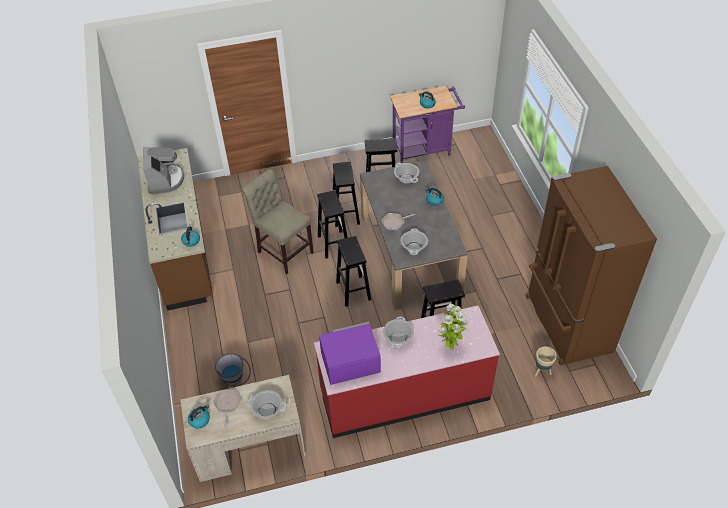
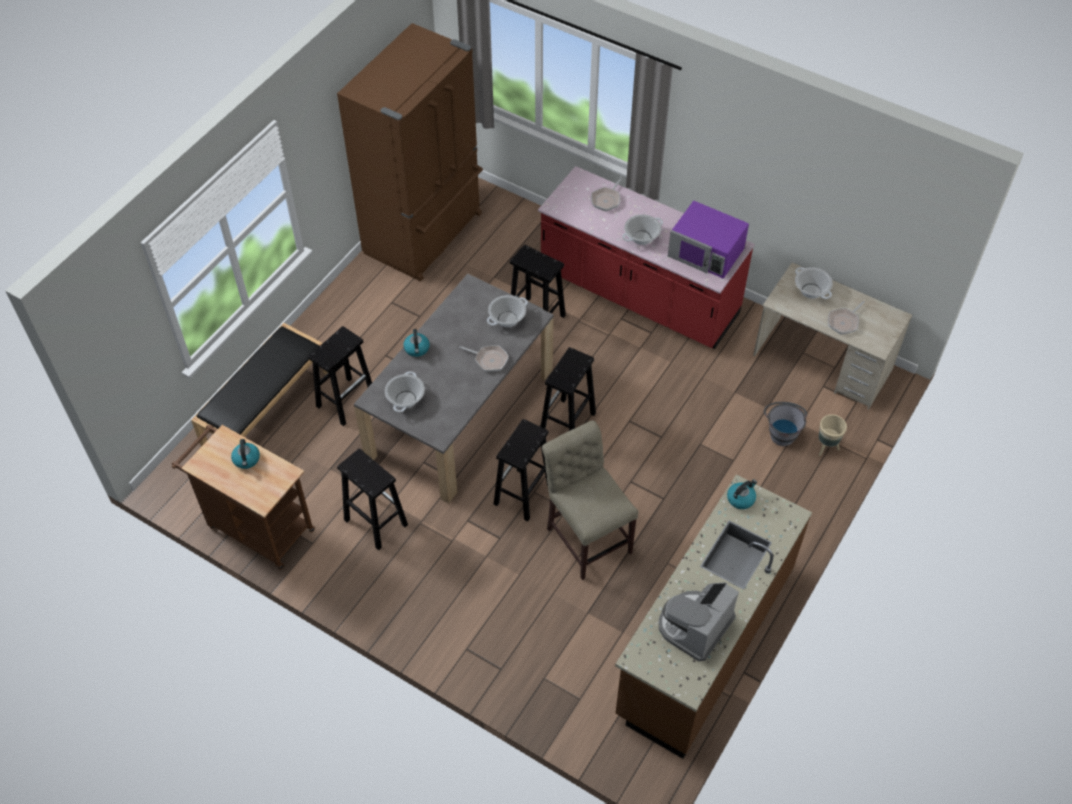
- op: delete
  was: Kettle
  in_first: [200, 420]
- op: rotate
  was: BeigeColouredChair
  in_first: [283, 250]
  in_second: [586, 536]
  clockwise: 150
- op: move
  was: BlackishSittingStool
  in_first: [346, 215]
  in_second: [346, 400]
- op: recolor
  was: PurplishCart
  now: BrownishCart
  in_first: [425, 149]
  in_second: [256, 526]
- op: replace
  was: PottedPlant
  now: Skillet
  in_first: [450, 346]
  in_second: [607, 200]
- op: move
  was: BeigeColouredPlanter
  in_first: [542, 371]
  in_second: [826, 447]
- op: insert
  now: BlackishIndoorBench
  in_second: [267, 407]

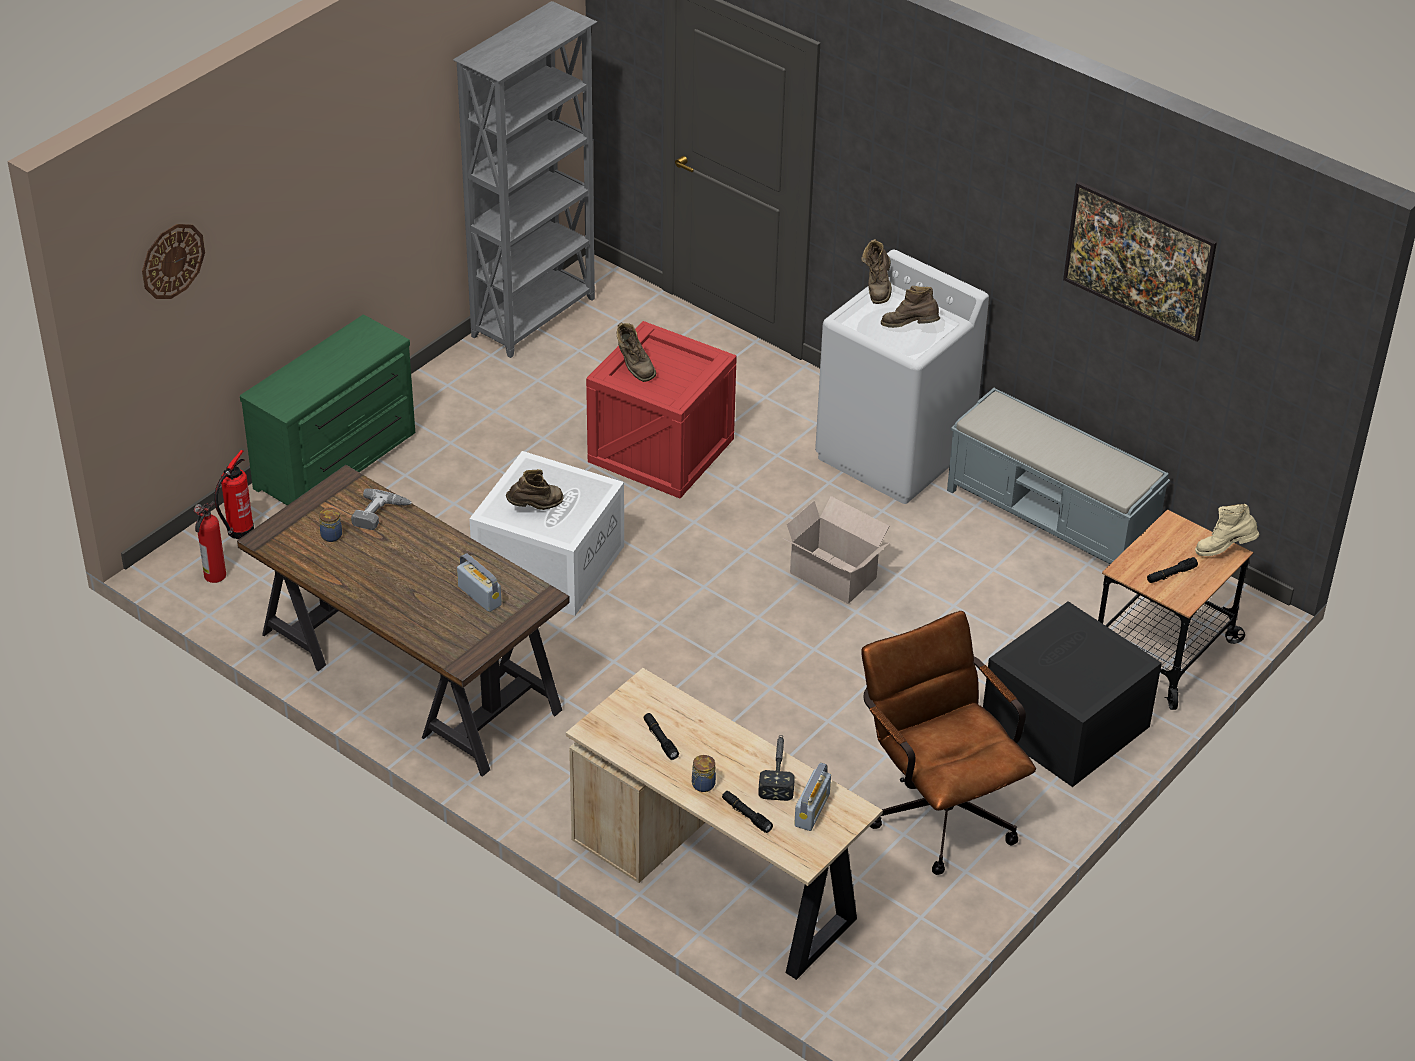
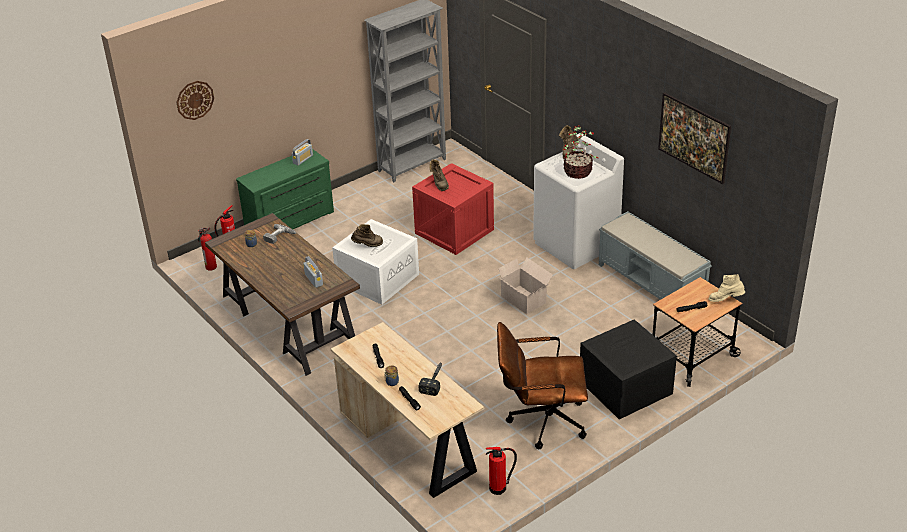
- op: move
  was: RadioReceiver
  in_first: [812, 810]
  in_second: [303, 159]
- op: rotate
  was: BrownishDeskChair
  in_first: [937, 808]
  in_second: [540, 421]
  clockwise: -75
- op: replace
  was: BrownishTallBoot
  now: PottedPlant
  in_first: [910, 328]
  in_second: [578, 172]
- op: insert
  now: FireExtinguisher
  in_second: [499, 488]

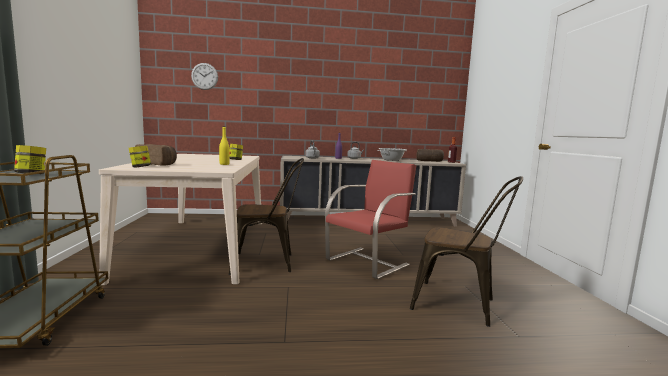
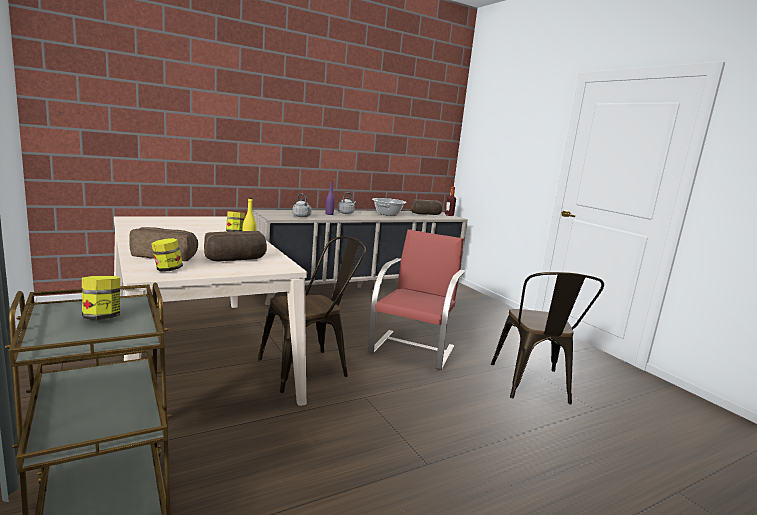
- op: delete
  was: HangingClock
  in_first: [204, 76]
- op: rotate
  was: BrownishChair
  in_first: [460, 305]
  in_second: [533, 386]
  clockwise: 90
- op: insert
  now: BakeryBread
  in_second: [236, 259]

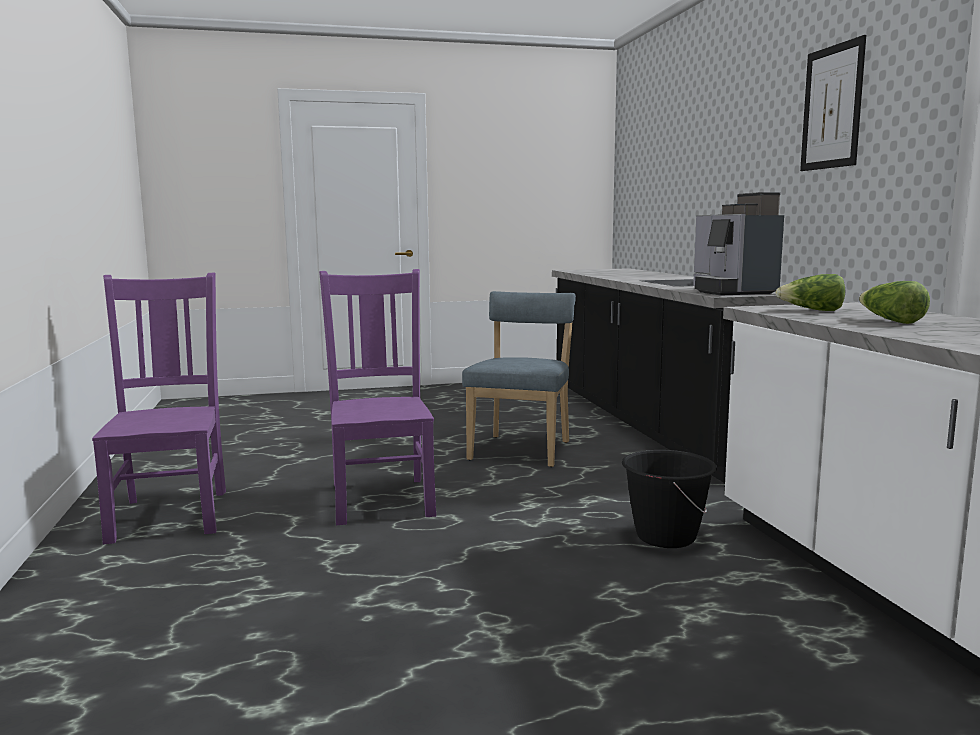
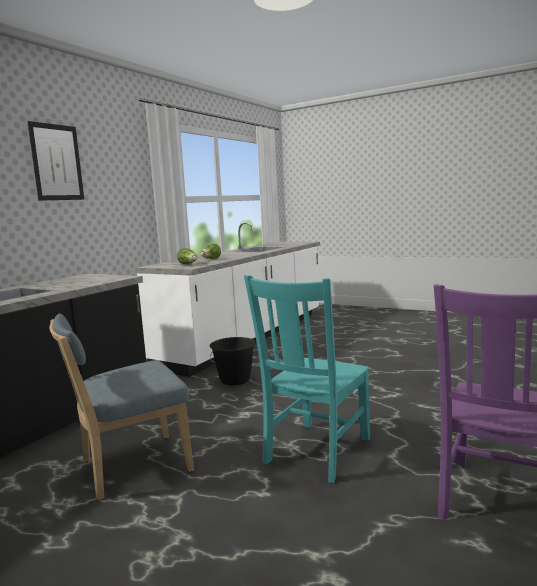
- op: recolor
  was: PurplishChair
  now: BlueGreenChair
  in_first: [382, 498]
  in_second: [315, 452]
- op: delete
  was: CoffeeMachine
  in_first: [731, 291]

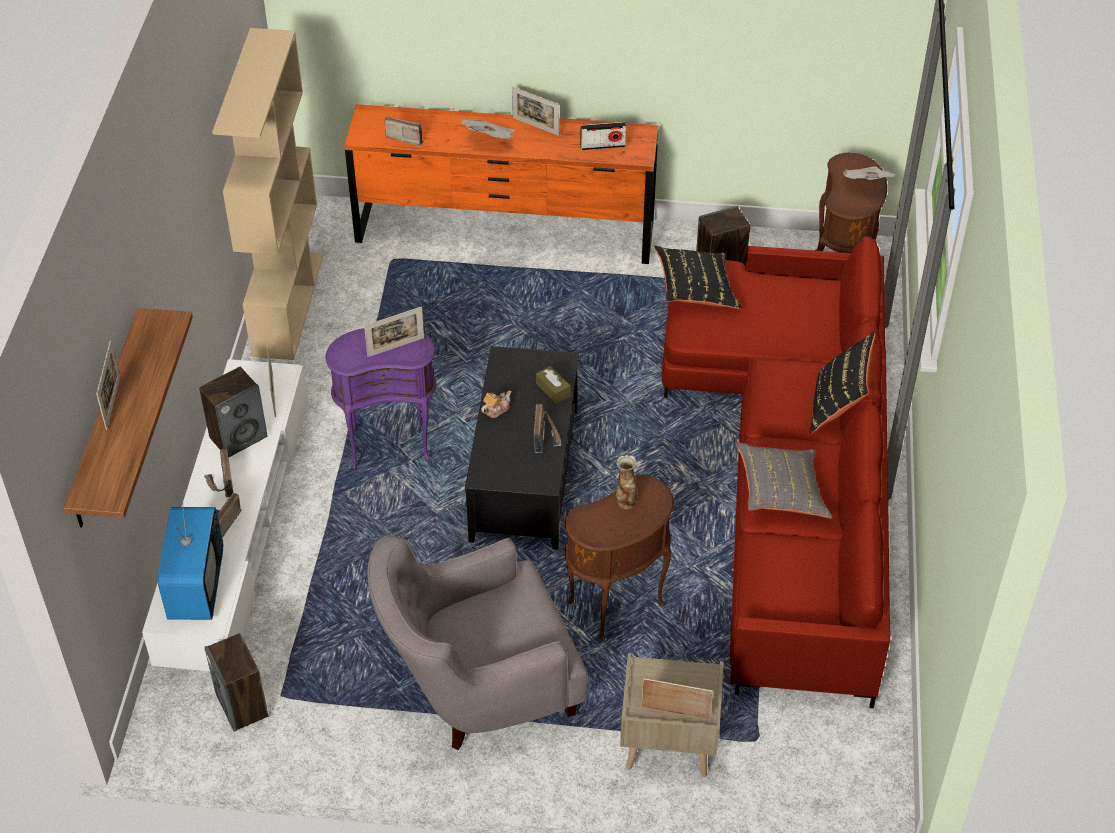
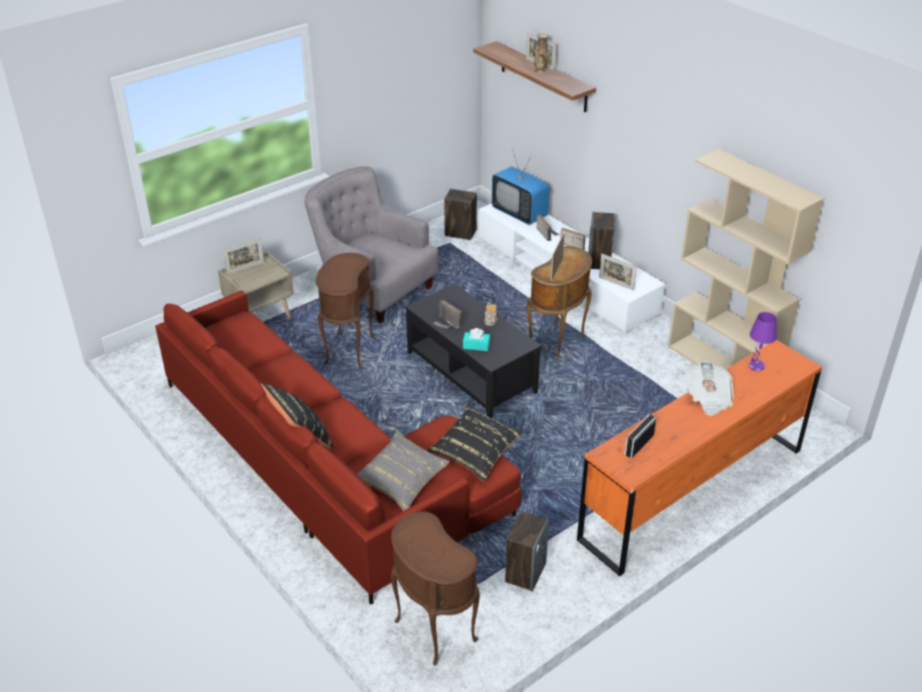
- op: recolor
  was: PurplishAccentTable
  now: BrownishAccentTable
  in_first: [389, 442]
  in_second: [558, 343]
- op: rotate
  was: GreyEasyChair
  in_first: [478, 687]
  in_second: [373, 289]
  clockwise: -75
- op: replace
  was: RadioReceiver
  now: PurplishTabletopLamp
  in_first: [405, 136]
  in_second: [756, 366]
- op: delete
  was: PhotoFrame
  in_first: [535, 126]
- op: recolor
  was: BrownishBoxOfTissues
  now: BlueGreenBoxOfTissues
  in_first: [553, 389]
  in_second: [476, 346]
- op: move
  was: Vase
  in_first: [625, 502]
  in_second: [540, 70]
- op: move
  was: GreyCushion
  in_first: [780, 492]
  in_second: [401, 481]
- op: delete
  was: Newspaper
  in_first: [867, 184]

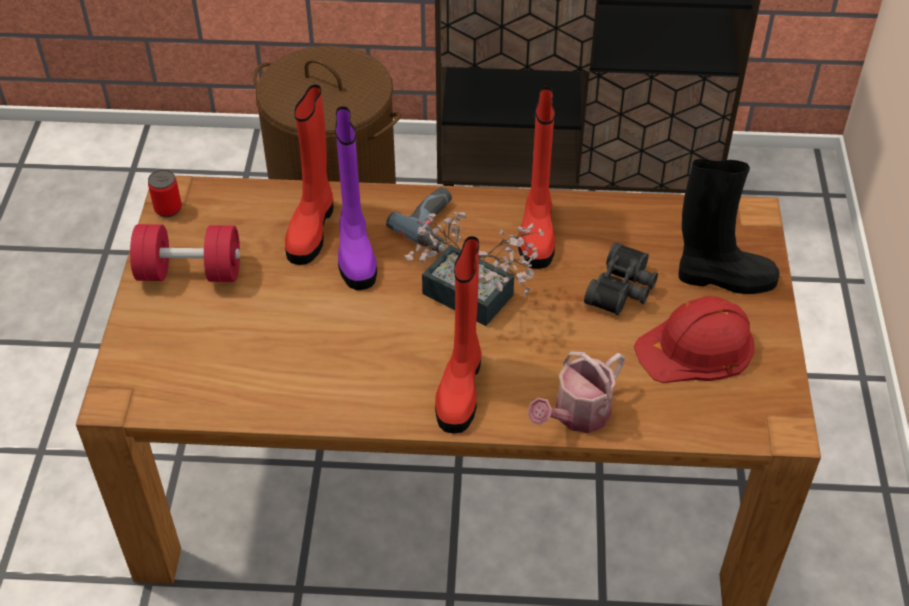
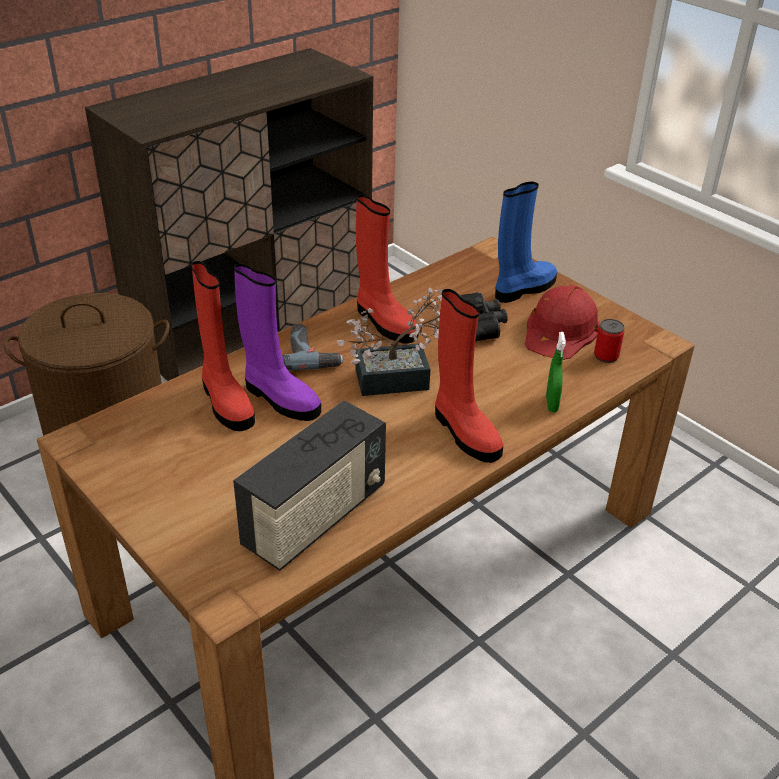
- op: delete
  was: RedColouredHandWeight
  in_first: [190, 272]
- op: move
  was: SealedCan
  in_first: [168, 208]
  in_second: [606, 356]
- op: replace
  was: WateringPot
  now: GreenColouredHandSprayer
  in_first: [576, 415]
  in_second: [551, 403]
- op: recolor
  was: BlackishTallBoot
  now: BluishTallBoot
  in_first: [723, 278]
  in_second: [523, 289]
- op: insert
  now: RadioReceiver
  in_second: [315, 518]

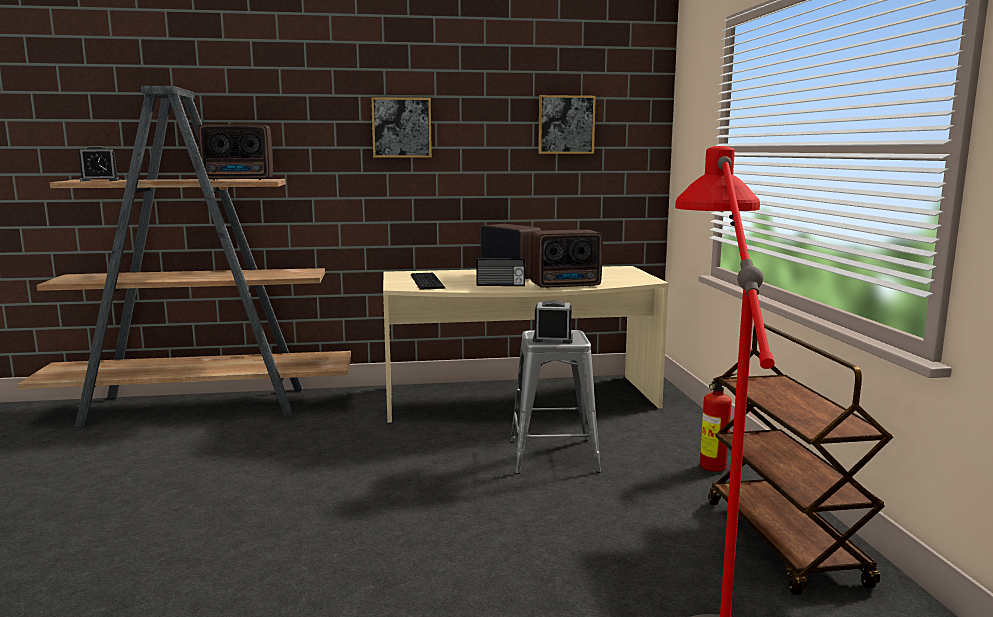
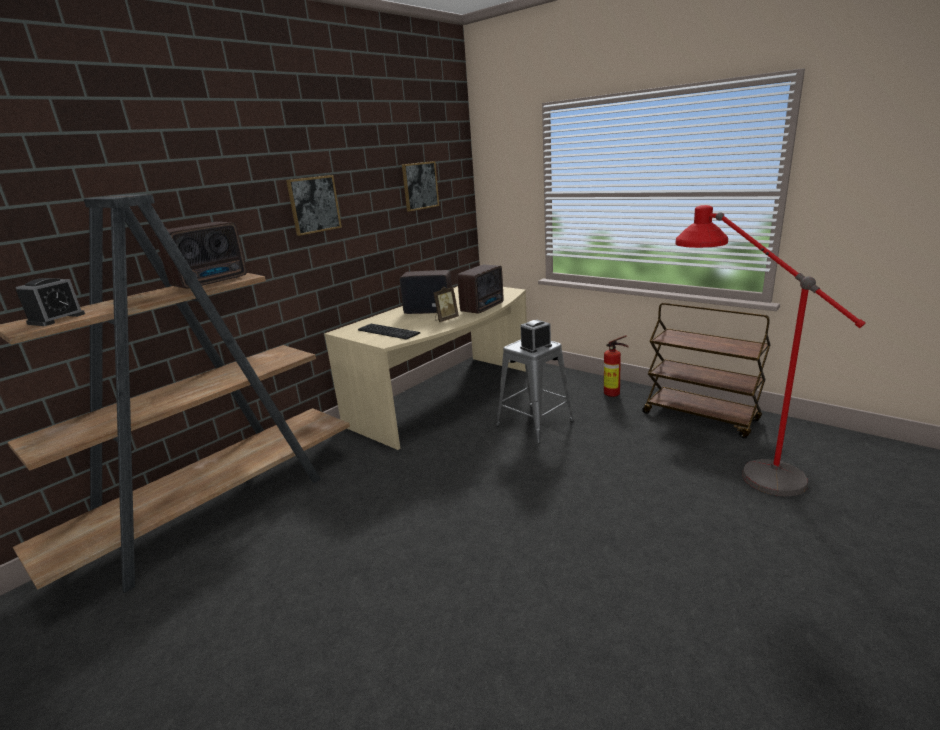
- op: replace
  was: RadioReceiver
  now: PhotoFrame
  in_first: [500, 285]
  in_second: [445, 319]

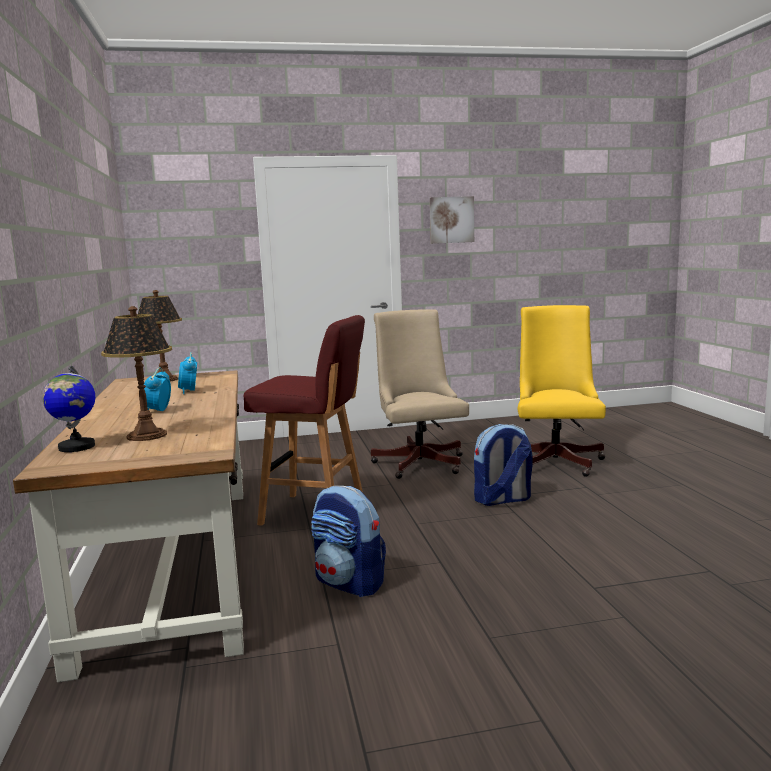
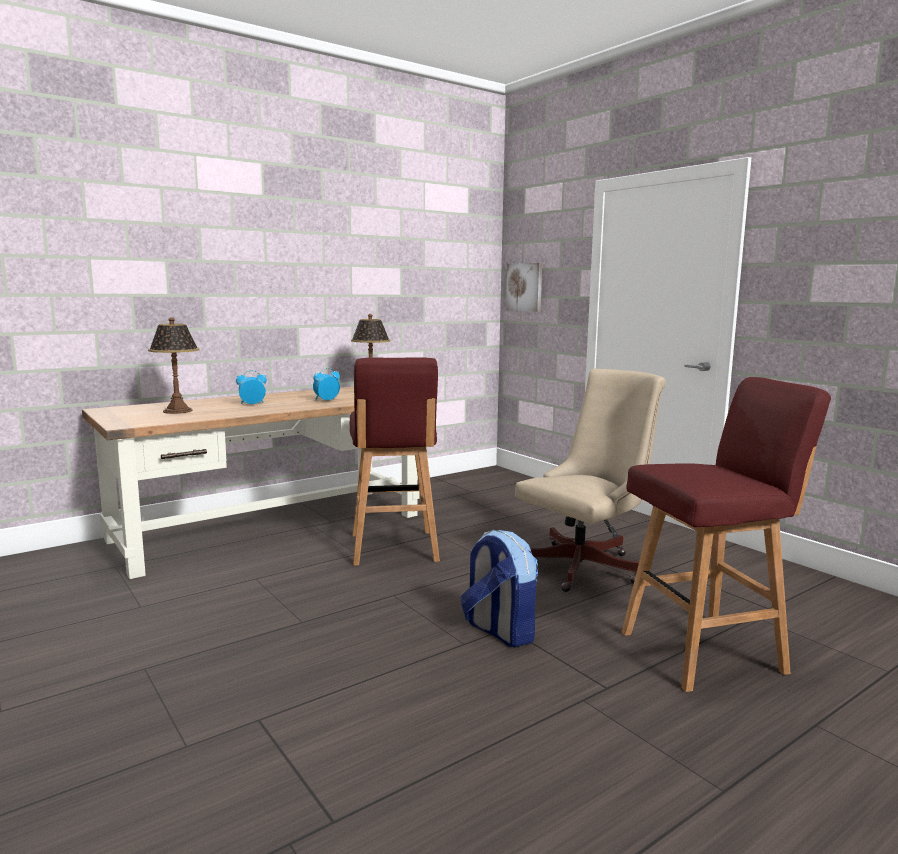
- op: delete
  was: DeskGlobe
  in_first: [76, 447]
- op: delete
  was: Knapsack
  in_first: [350, 583]
- op: move
  was: Picture
  in_first: [451, 220]
  in_second: [525, 287]
- op: replace
  was: YellowishDeskChair
  now: RedColouredSittingStool
  in_first: [556, 460]
  in_second: [705, 652]

